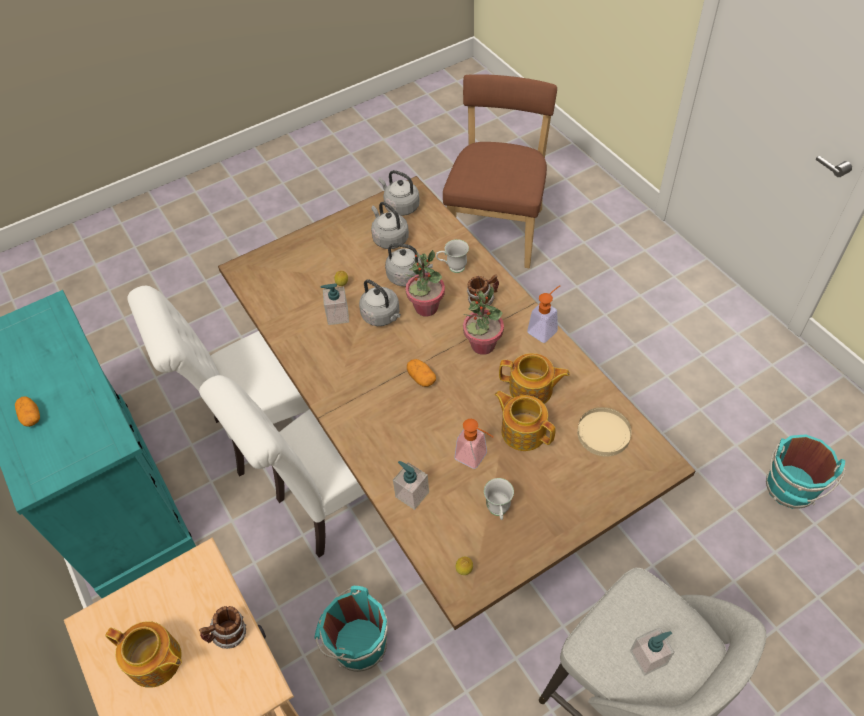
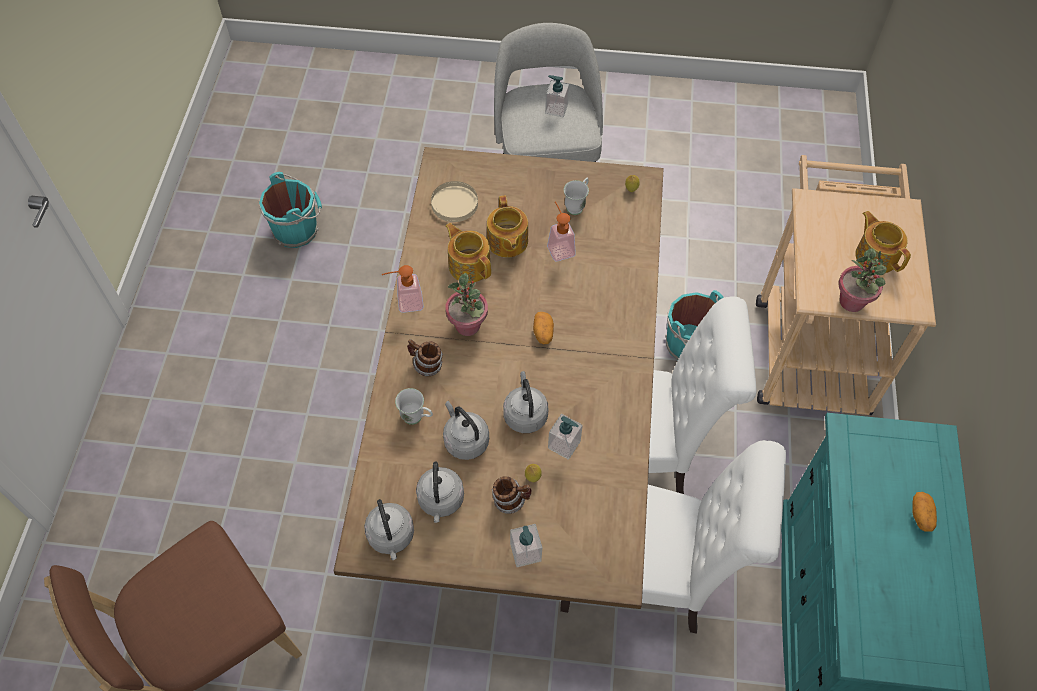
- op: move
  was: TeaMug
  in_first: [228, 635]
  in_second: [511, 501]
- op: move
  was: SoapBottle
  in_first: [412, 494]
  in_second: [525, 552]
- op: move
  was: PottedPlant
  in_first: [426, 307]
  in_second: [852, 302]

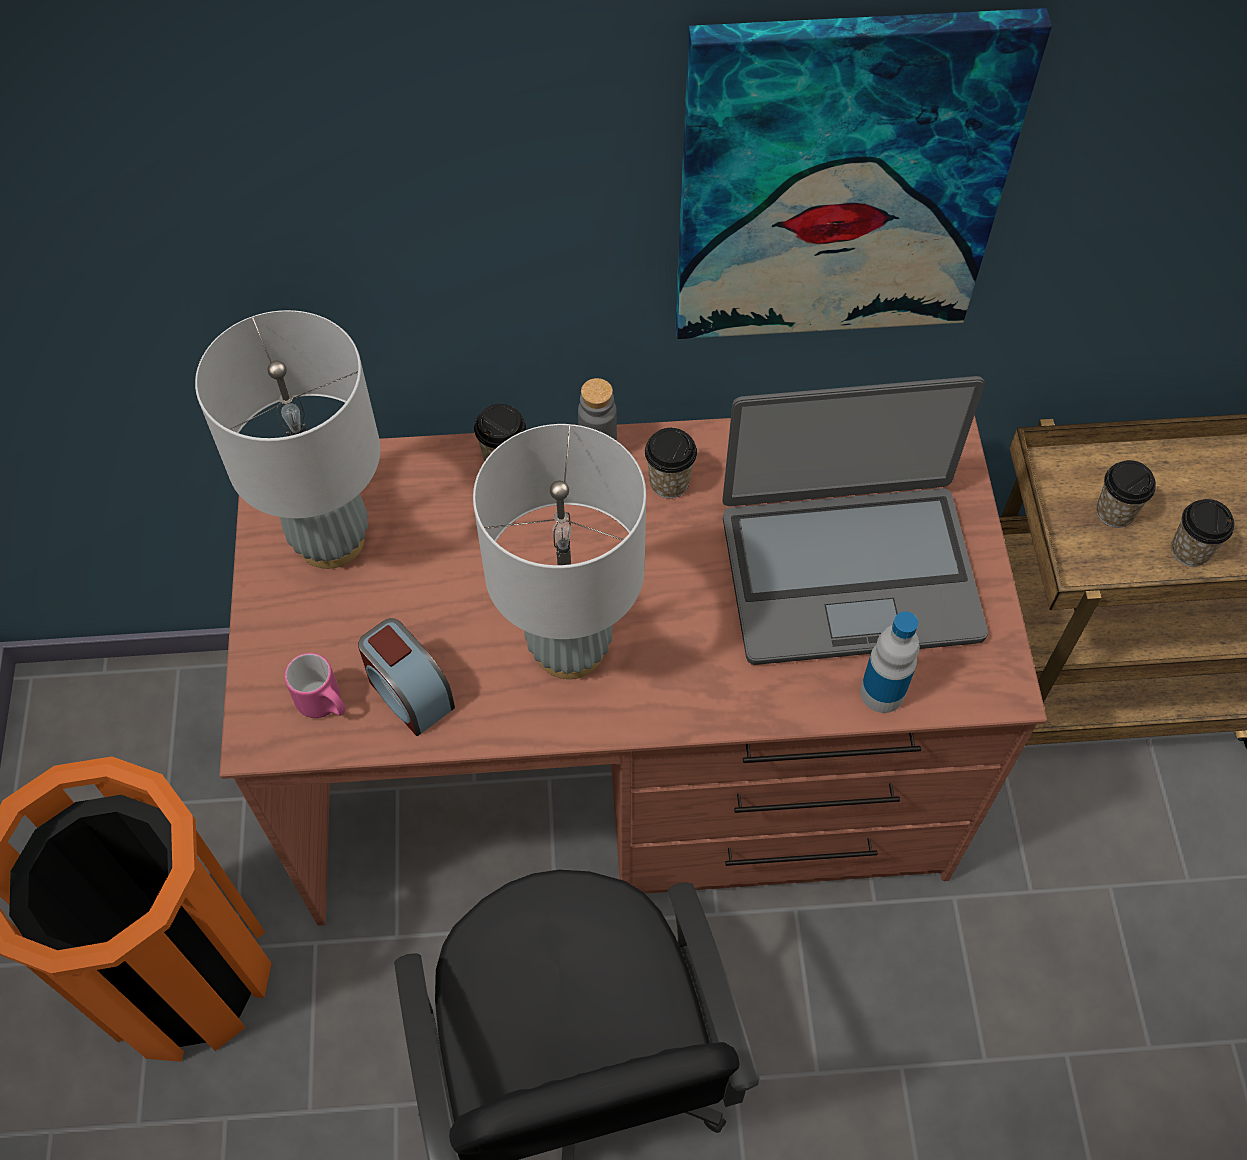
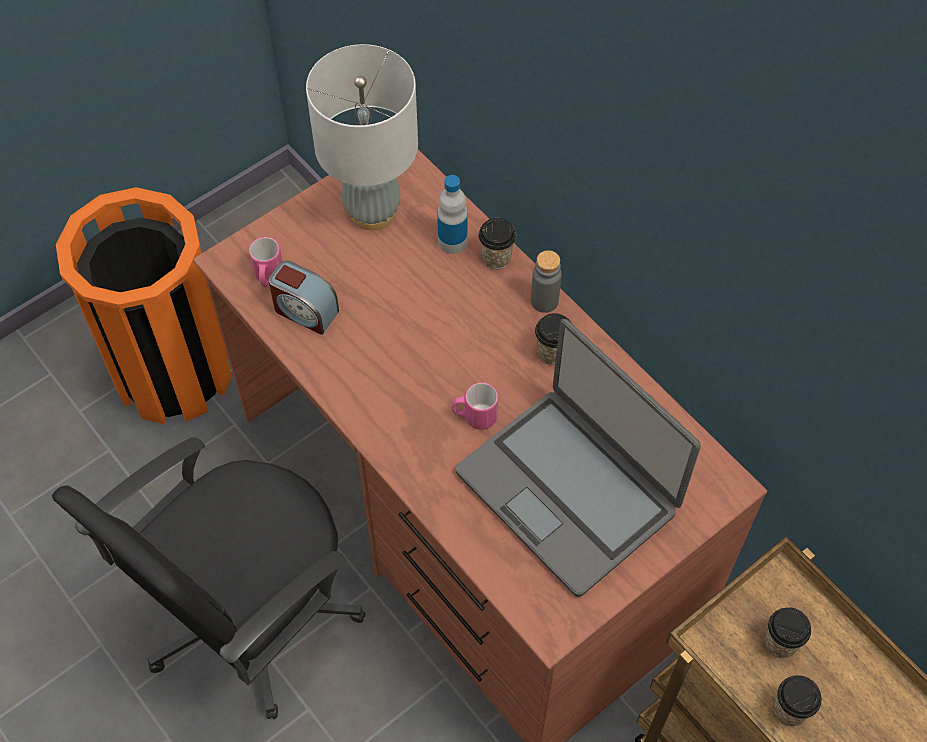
- op: rotate
  was: BedsideClock
  in_first: [409, 692]
  in_second: [305, 311]
  clockwise: -75
- op: delete
  was: GreyTabletopLamp
  in_first: [570, 648]
- op: delete
  was: Picture
  in_first: [840, 182]
- op: move
  was: Bottle
  in_first: [882, 692]
  in_second: [452, 241]
- op: insert
  now: PinkTeaMug
  in_second: [474, 417]

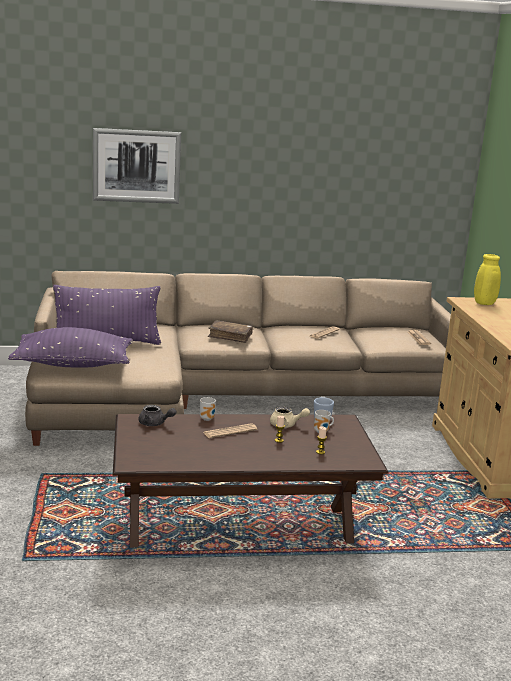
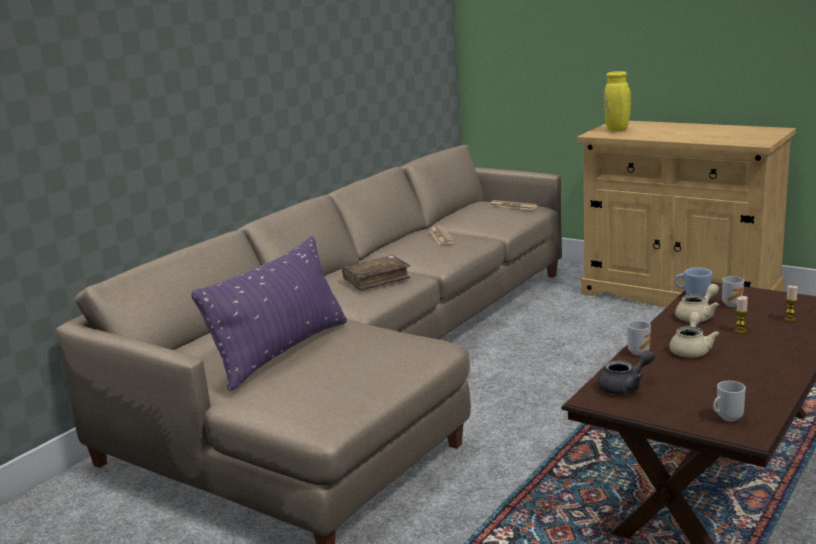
- op: delete
  was: PurplishCushion
  in_first: [73, 364]
- op: delete
  was: Picture
  in_first: [136, 166]
- op: replace
  was: Newspaper
  now: BeigeColouredPotForTea
  in_first: [230, 431]
  in_second: [691, 349]
- op: insert
  now: TeaMug
  in_second: [727, 418]

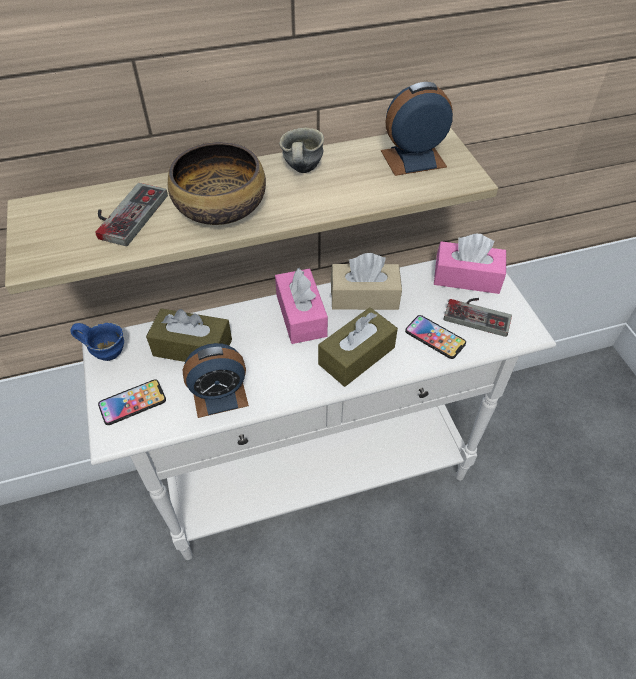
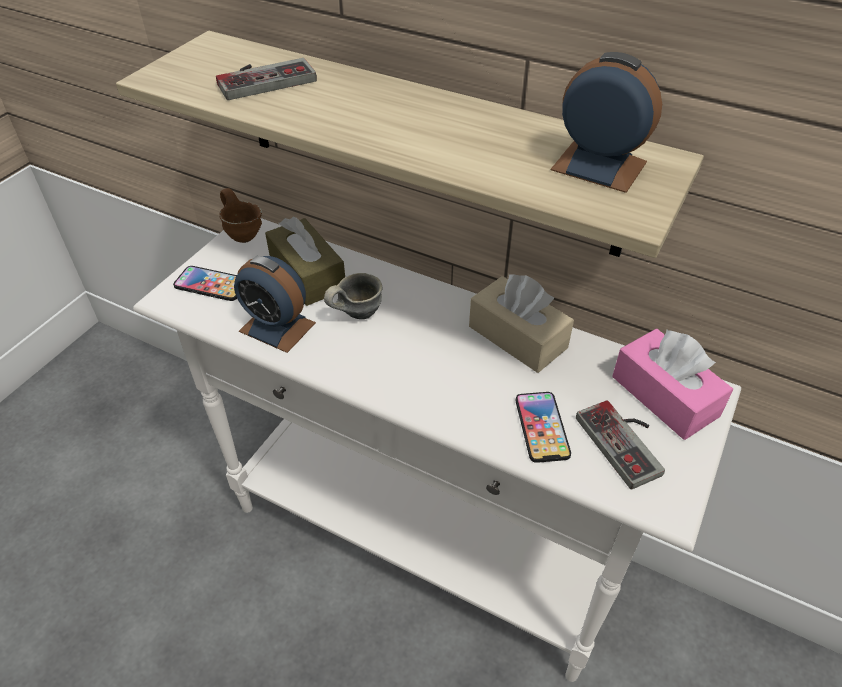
- op: recolor
  was: BluishTeaMug
  now: BrownishTeaMug
  in_first: [107, 351]
  in_second: [245, 234]
- op: delete
  was: Bowl
  in_first: [222, 208]
- op: delete
  was: PinkBoxOfTissues
  in_first: [301, 315]
- op: move
  was: GreyTeaMug
  in_first: [300, 170]
  in_second: [356, 313]
- op: delete
  was: BrownishBoxOfTissues
  in_first: [356, 356]

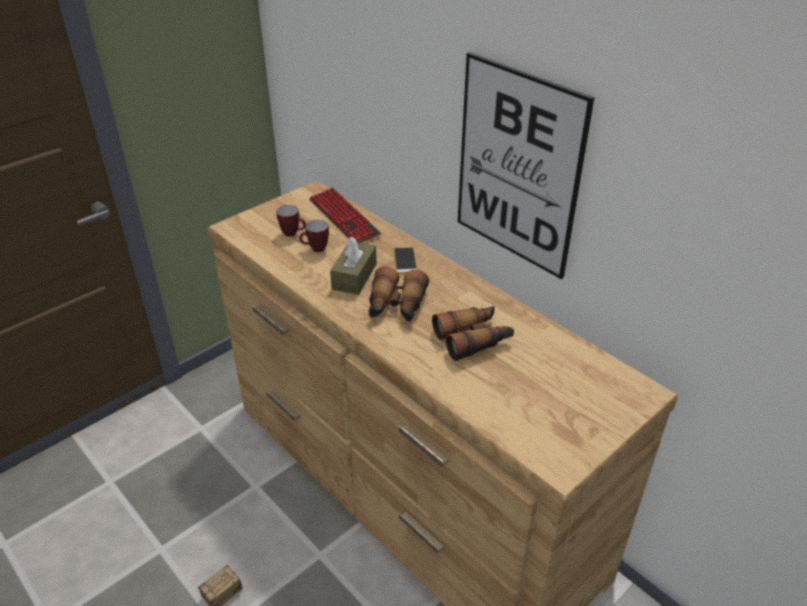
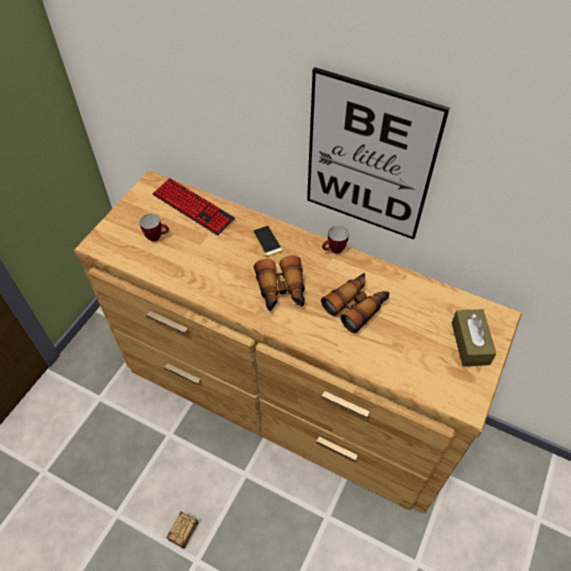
- op: move
  was: TeaMug
  in_first: [315, 249]
  in_second: [334, 251]
- op: move
  was: BrownishBoxOfTissues
  in_first: [354, 276]
  in_second: [470, 343]

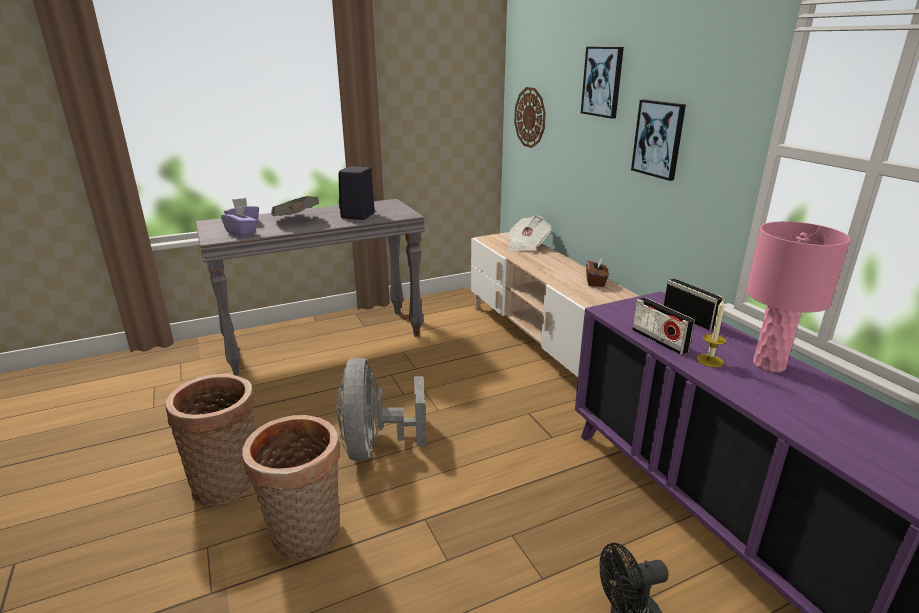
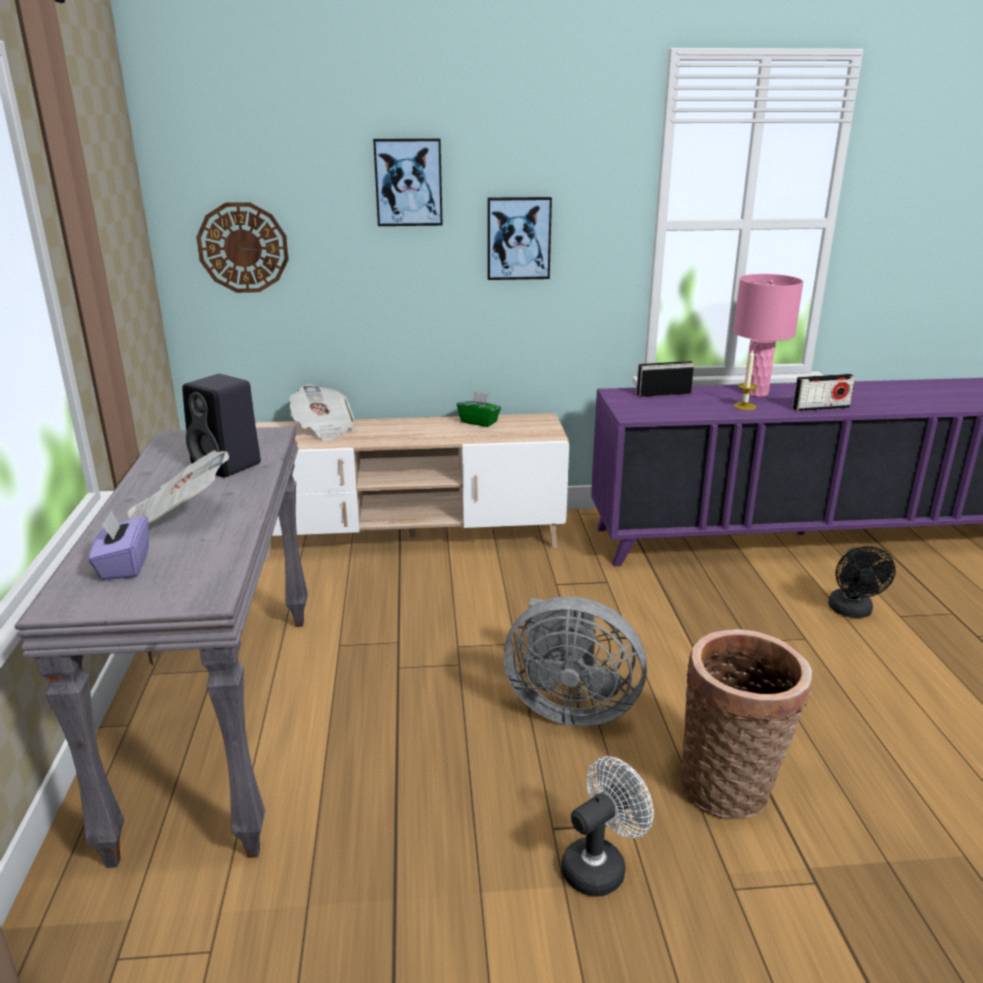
- op: replace
  was: StorageBasket
  now: WhiteColouredFan
  in_first: [228, 483]
  in_second: [600, 865]
- op: delete
  was: PurplishBoxOfTissues
  in_first: [241, 232]
- op: recolor
  was: BrownishBoxOfTissues
  now: GreenColouredBoxOfTissues
  in_first: [595, 282]
  in_second: [479, 422]
- op: move
  was: RadioReceiver
  in_first: [659, 340]
  in_second: [820, 408]

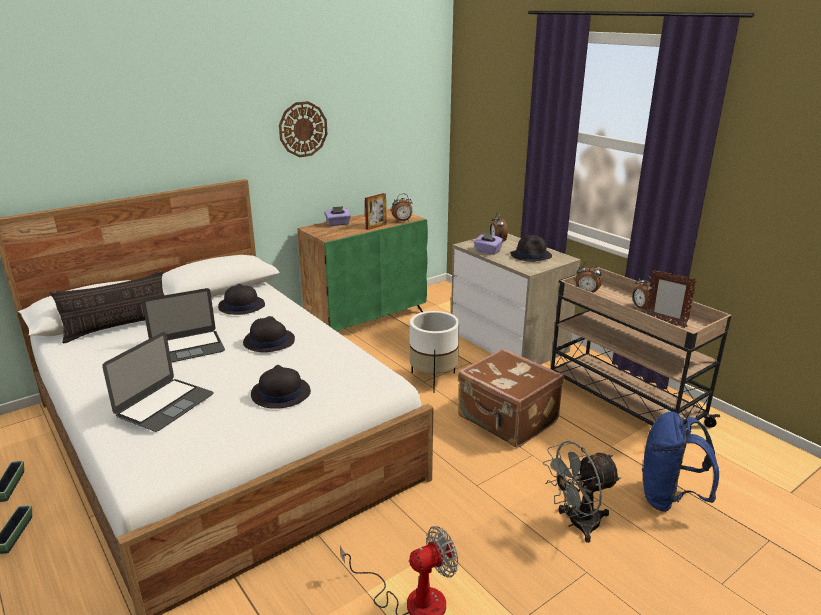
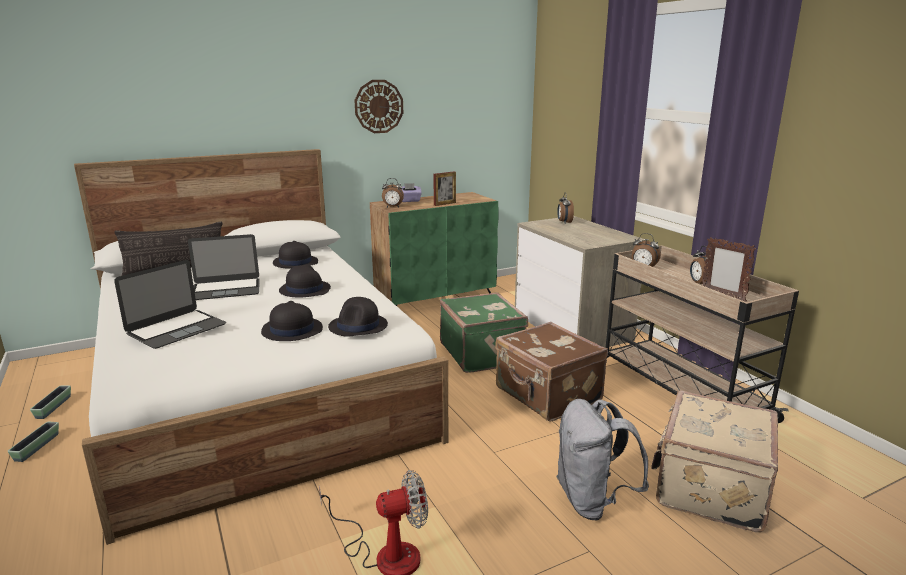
- op: move
  was: BedsideClock
  in_first: [402, 221]
  in_second: [392, 207]
- op: replace
  was: WhiteColouredPlanter
  now: GreenColouredTravelCase
  in_first: [433, 379]
  in_second: [482, 353]
- op: delete
  was: PurplishBoxOfTissues
  in_first: [487, 251]
- op: move
  was: BlackishClothingHat
  in_first: [531, 255]
  in_second: [358, 326]
- op: replace
  was: GreyFan
  now: GreyKnapsack
  in_first: [576, 524]
  in_second: [592, 501]
- op: replace
  was: BluishKnapsack
  now: BeigeColouredTravelCase
  in_first: [669, 498]
  in_second: [708, 488]

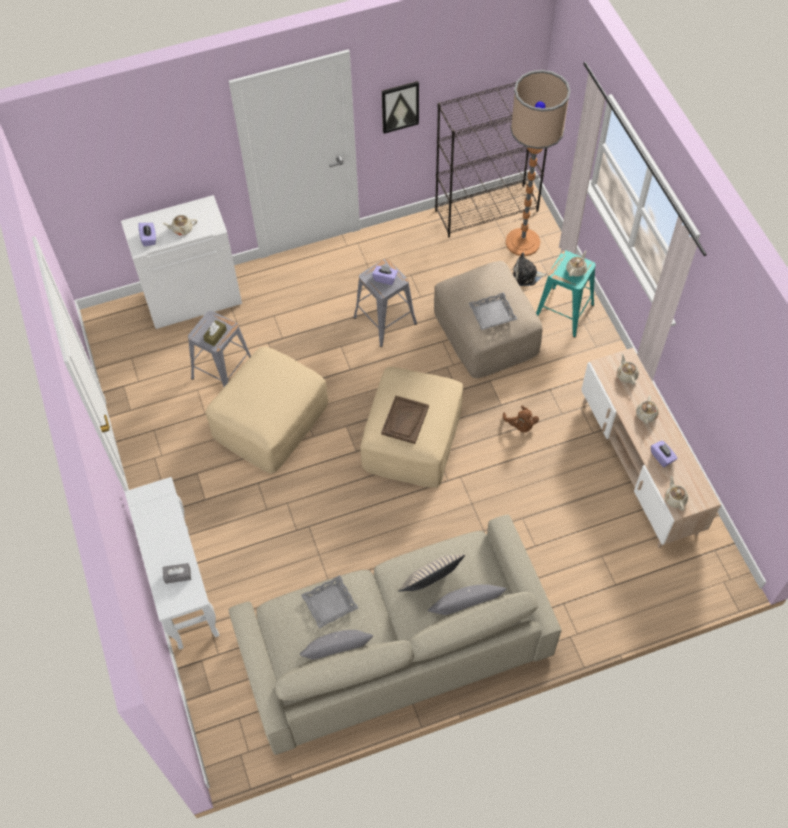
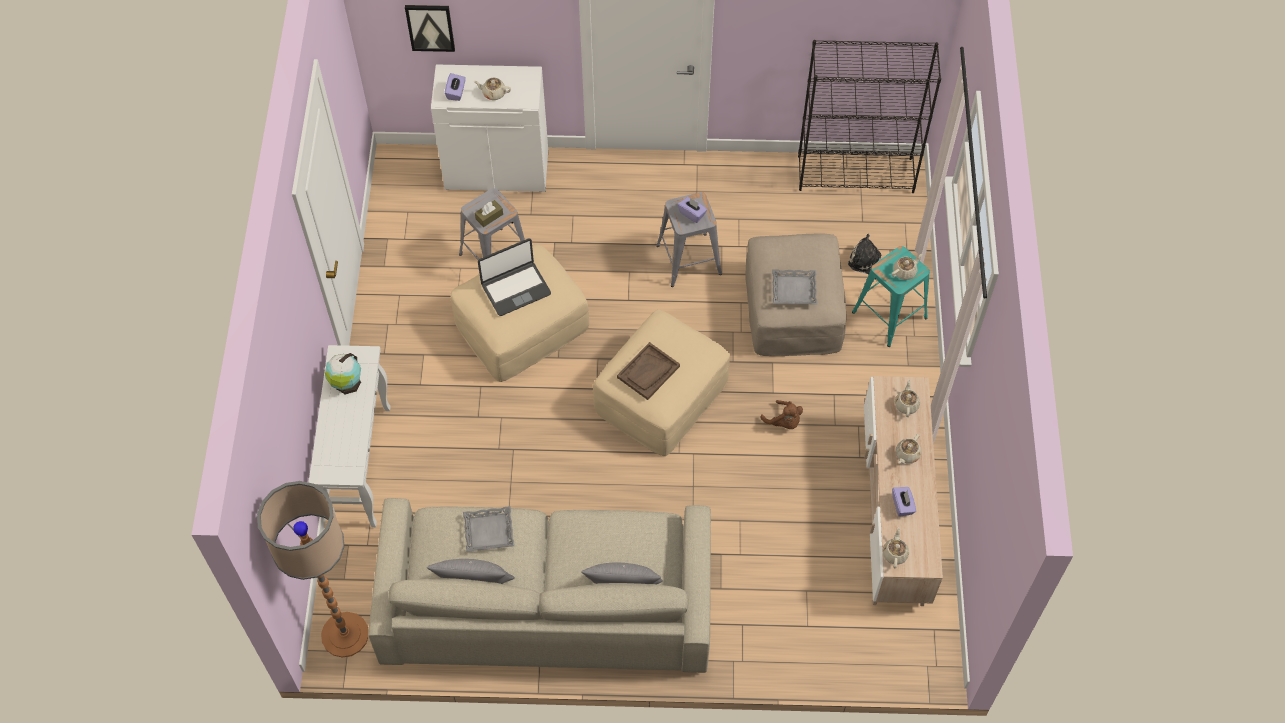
- op: delete
  was: GreyBoxOfTissues
  in_first: [177, 575]
- op: move
  was: Picture
  in_first: [400, 106]
  in_second: [430, 27]
- op: delete
  was: BeigeColouredCushion
  in_first: [430, 584]
- op: rotate
  was: BrownishCuddlyToy
  in_first: [520, 425]
  in_second: [784, 422]
  clockwise: -45
- op: move
  was: FloorLamp
  in_first: [522, 242]
  in_second: [345, 635]
- op: insert
  now: DeskGlobe
  in_second: [347, 384]
- op: insert
  now: Laptop
  in_second: [515, 289]

